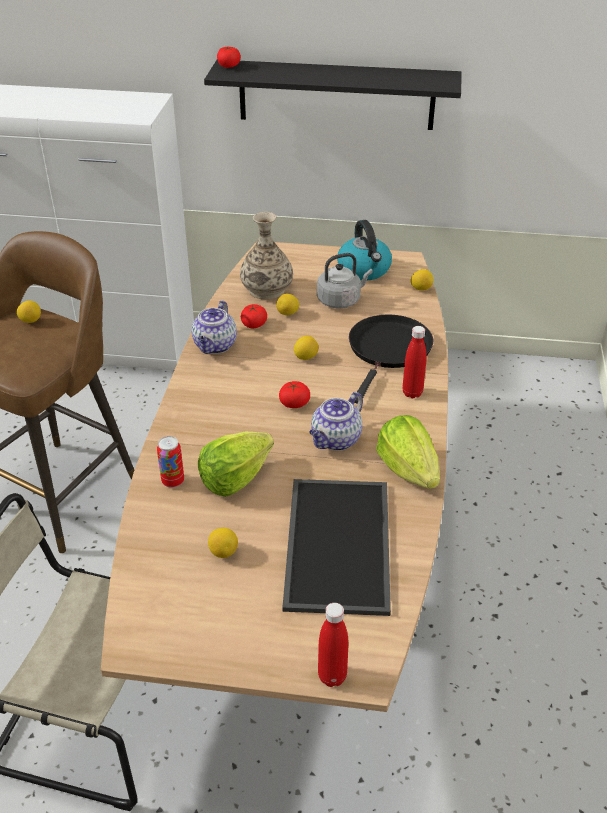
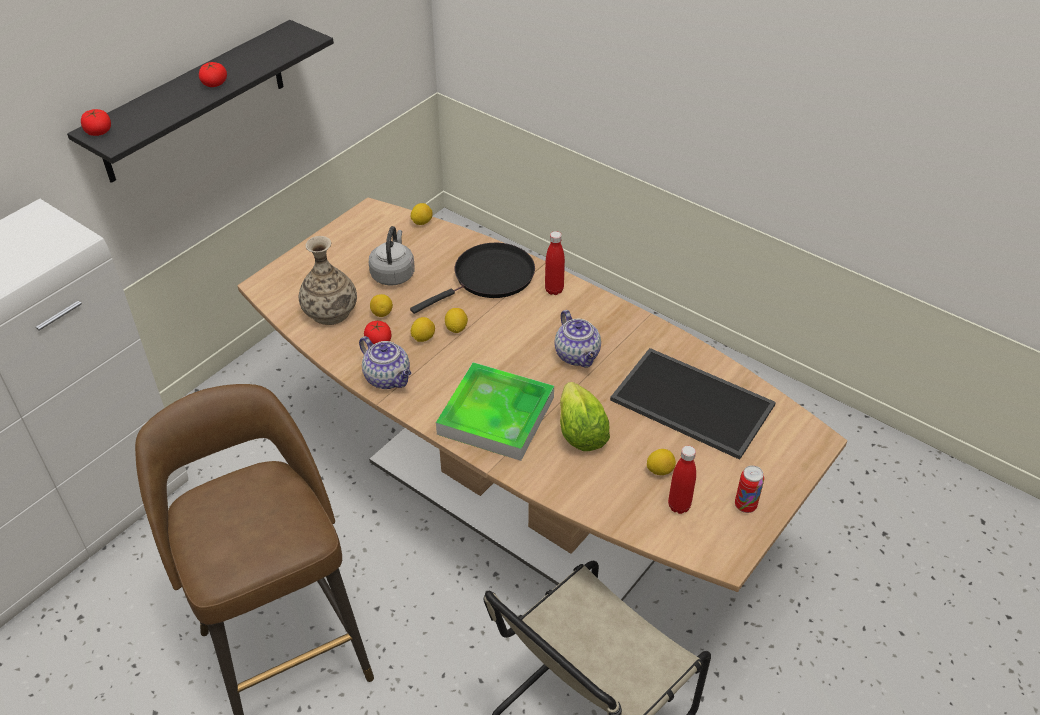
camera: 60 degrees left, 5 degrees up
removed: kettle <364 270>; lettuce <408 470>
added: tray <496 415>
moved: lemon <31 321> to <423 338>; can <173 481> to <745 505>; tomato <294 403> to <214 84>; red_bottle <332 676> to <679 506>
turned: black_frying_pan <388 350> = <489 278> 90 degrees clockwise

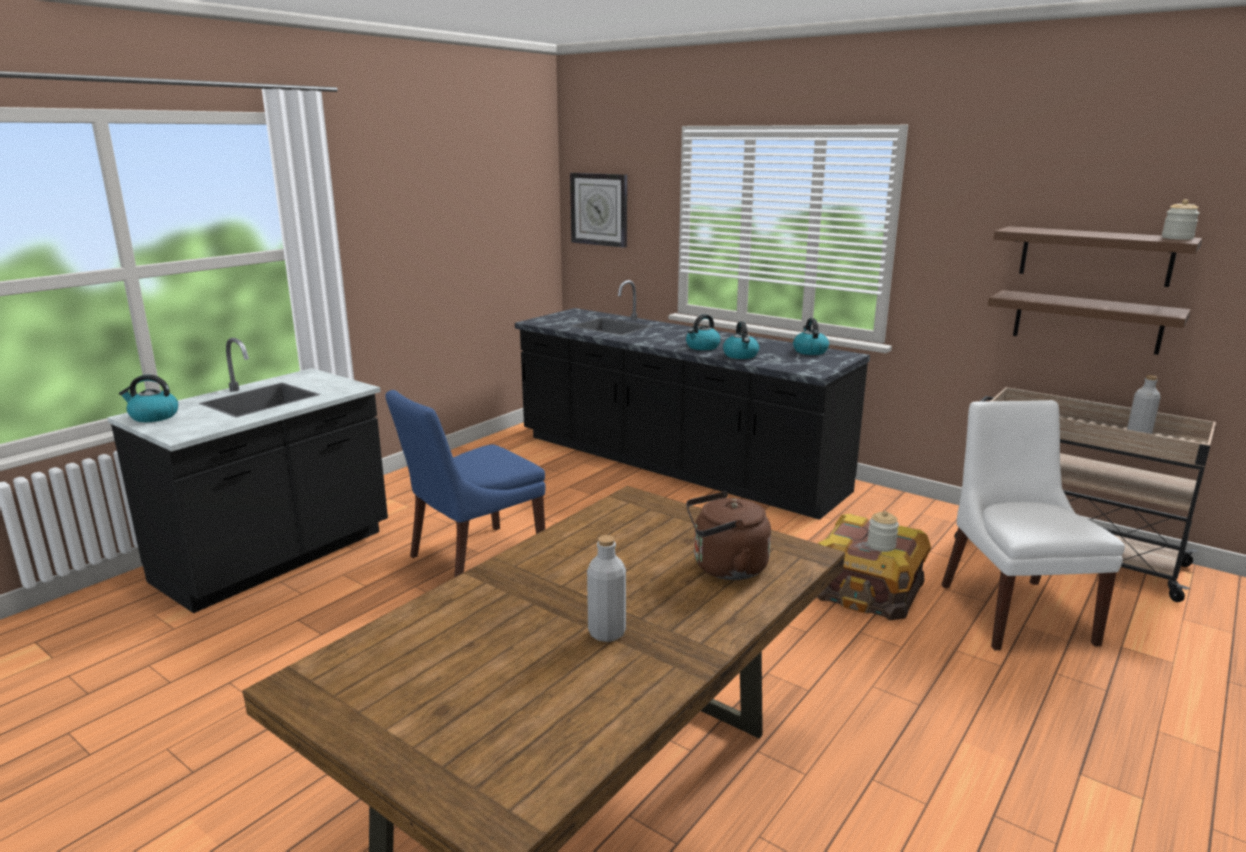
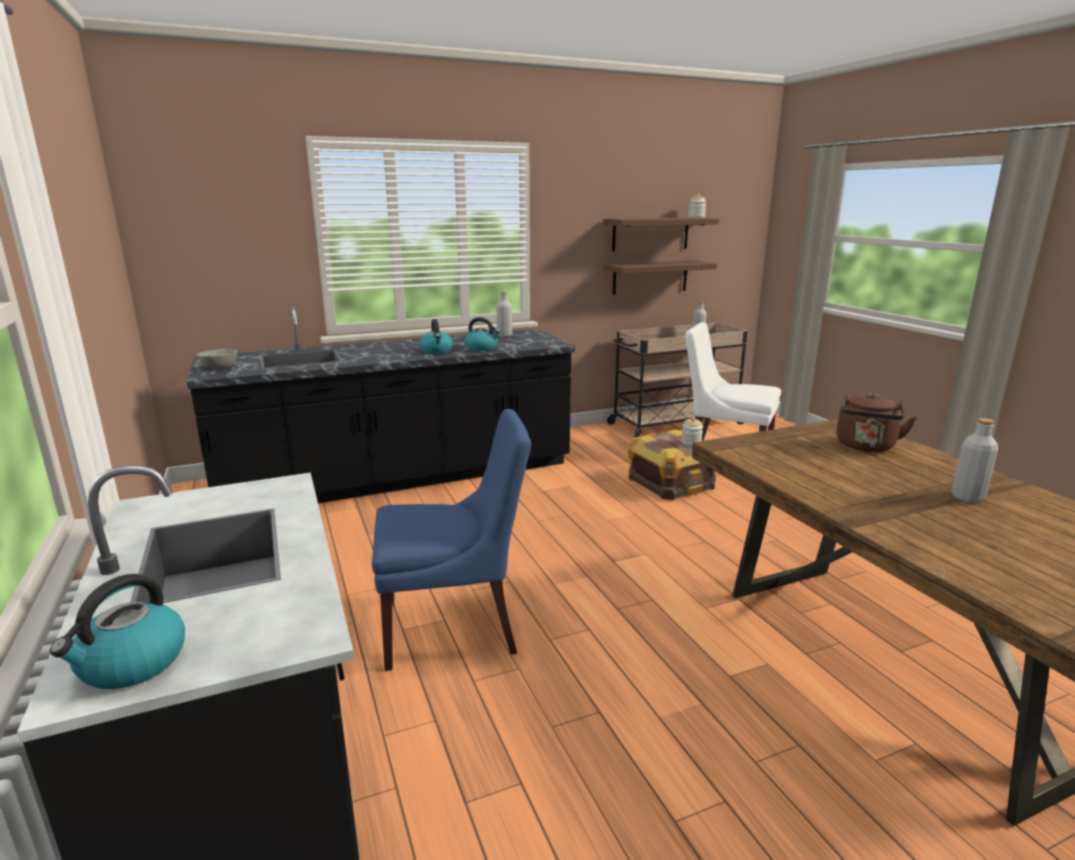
camera: 60 degrees left, 0 degrees up
removed: wall_clock <599 209>
added: grey_bowl <219 369>
replaced: kettle <809 351> to grey_bottle <504 335>
turned: blue_chair <473 559> = <455 626> 90 degrees counterclockwise

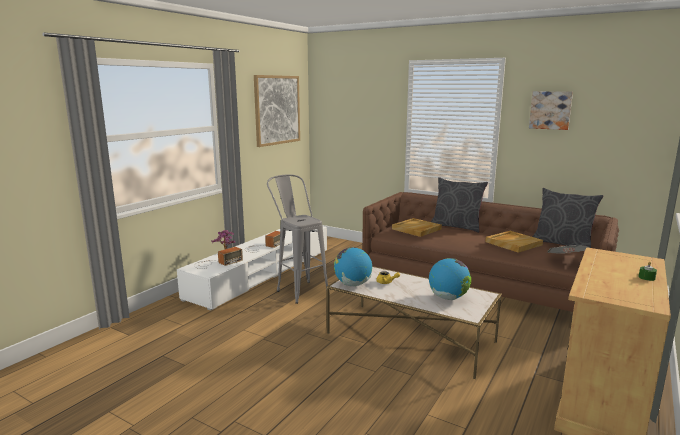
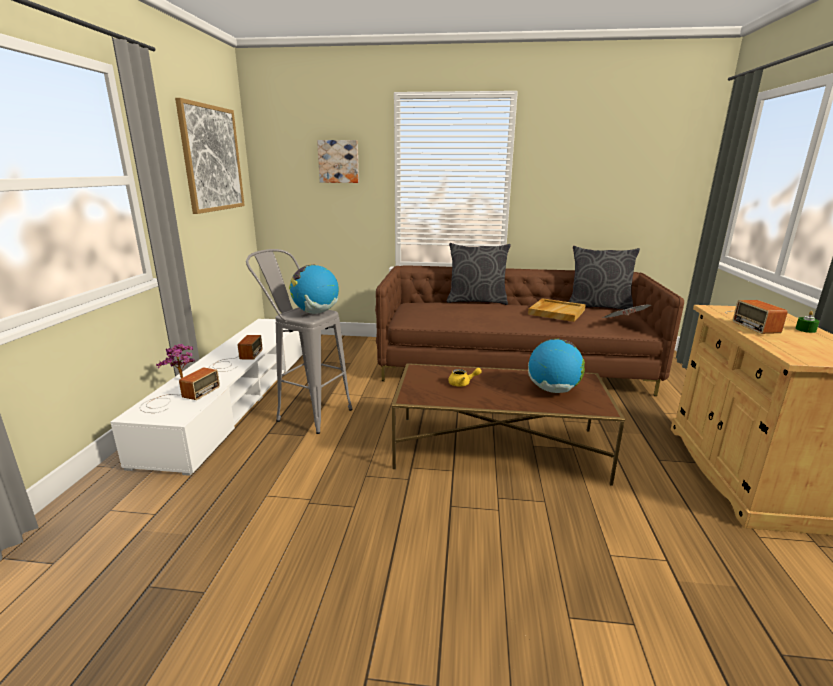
camera: 25 degrees left, 5 degrees up
removed: beige_tray <416 229>
added: radio <753 321>
moved: globe <353 284> to <316 312>; picture <550 110> to <339 161>
recoloured: white_coffee_table <410 337> to brown_coffee_table <498 448>

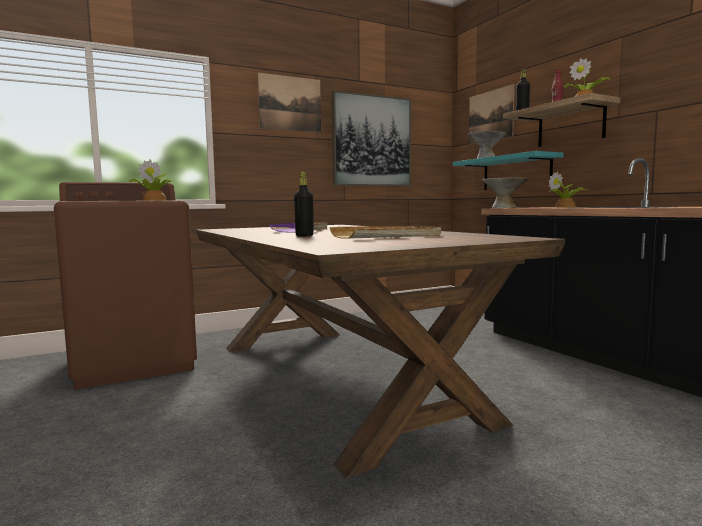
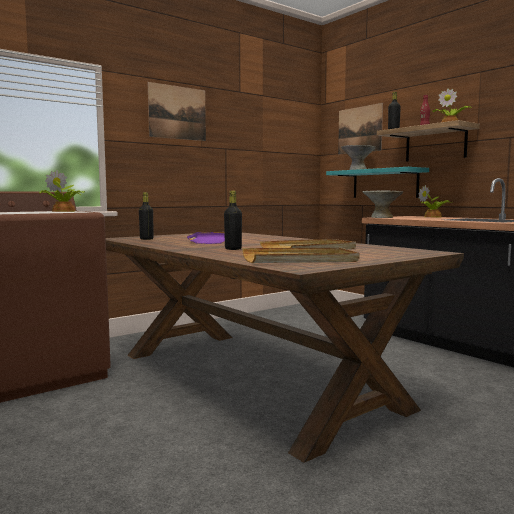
camera: 10 degrees left, 0 degrees up
removed: picture <372 141>
added: black_bottle <146 239>; beige_tray <300 260>

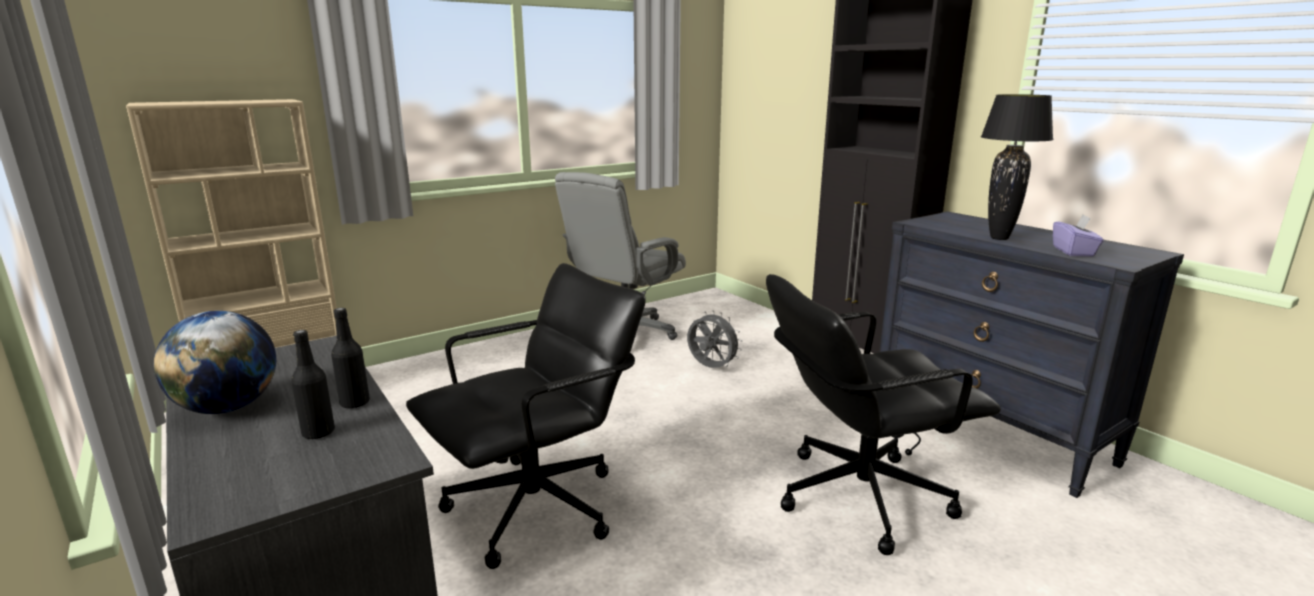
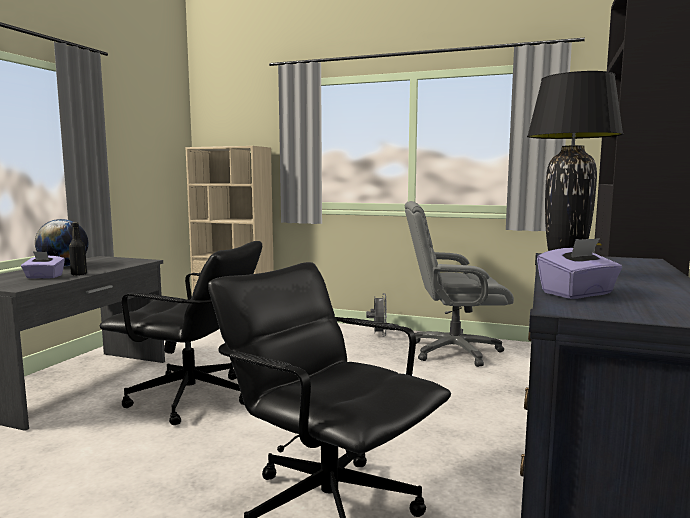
camera: 55 degrees right, 10 degrees down
moved: grey_fan <710 368> to <378 335>
replaced: black_bottle <318 433> to purple_tissue_box <44 277>

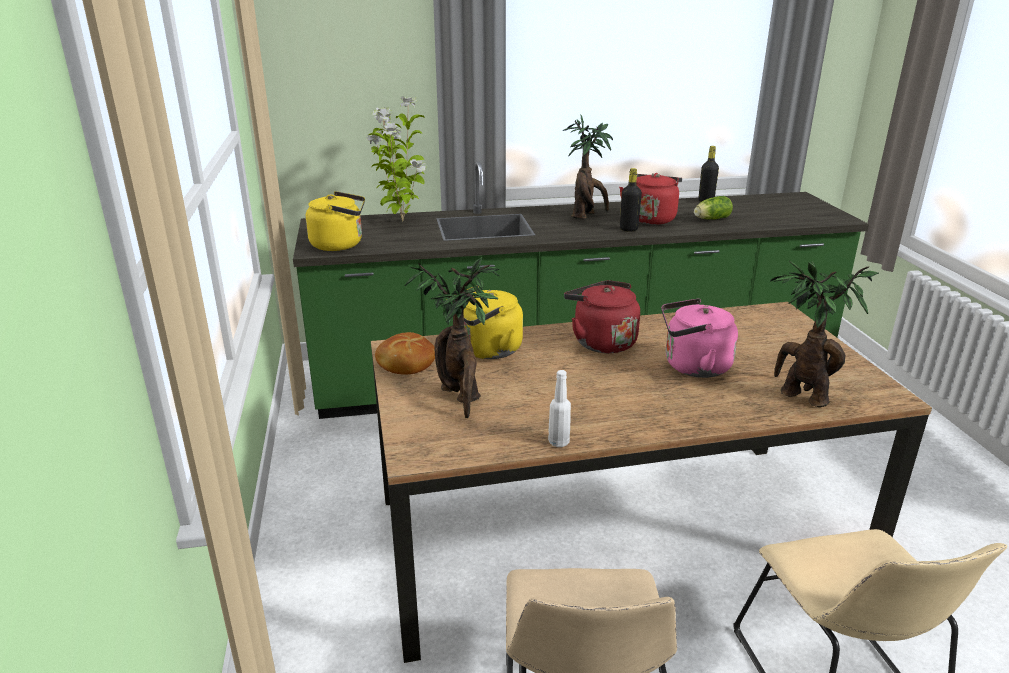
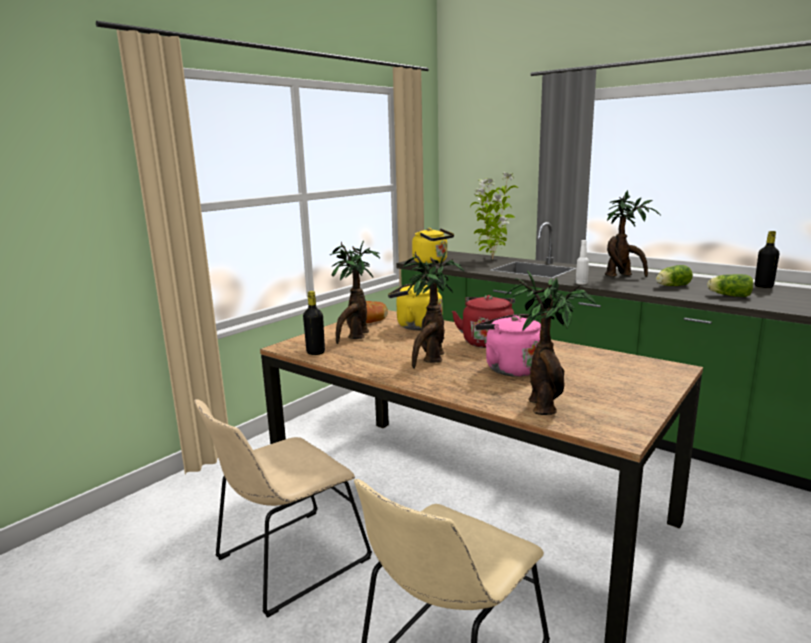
camera: 50 degrees right, 10 degrees down
added: potted_plant <430 360>
moved: white_bottle <559 442> to <581 283>; black_bottle <628 229> to <315 352>
replaced: red_kettle <651 218> to lettuce <671 286>

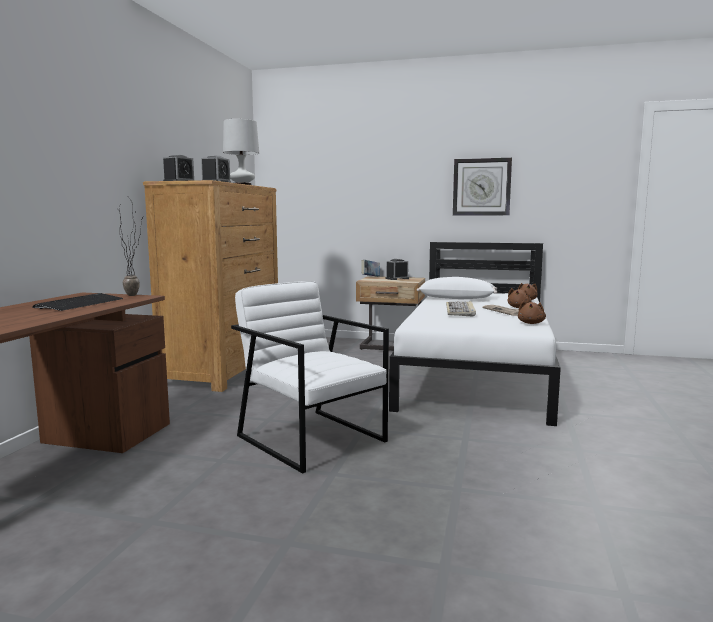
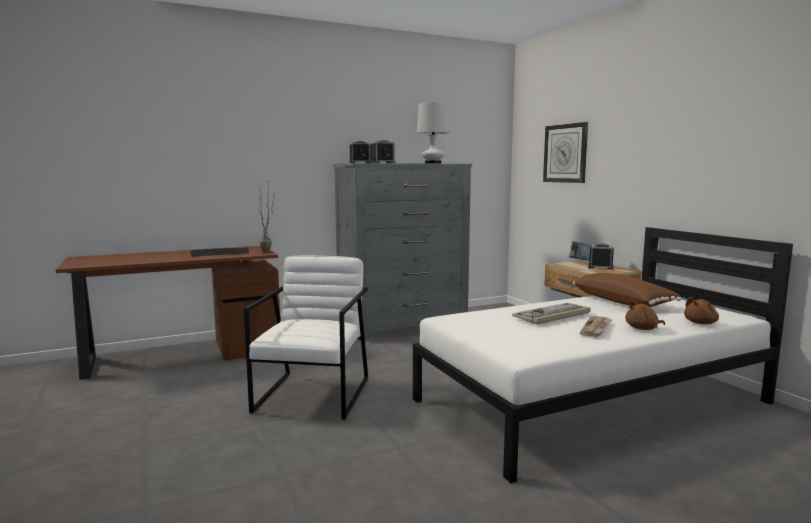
camera: 50 degrees right, 0 degrees up
removed: brown_plush_toy <531 323>
moved: wall_clock <481 187> to <565 153>
recoloured: brown_dresser <225 369> to grey_dresser <403 325>; white_pillow <457 298> to brown_pillow <623 302>

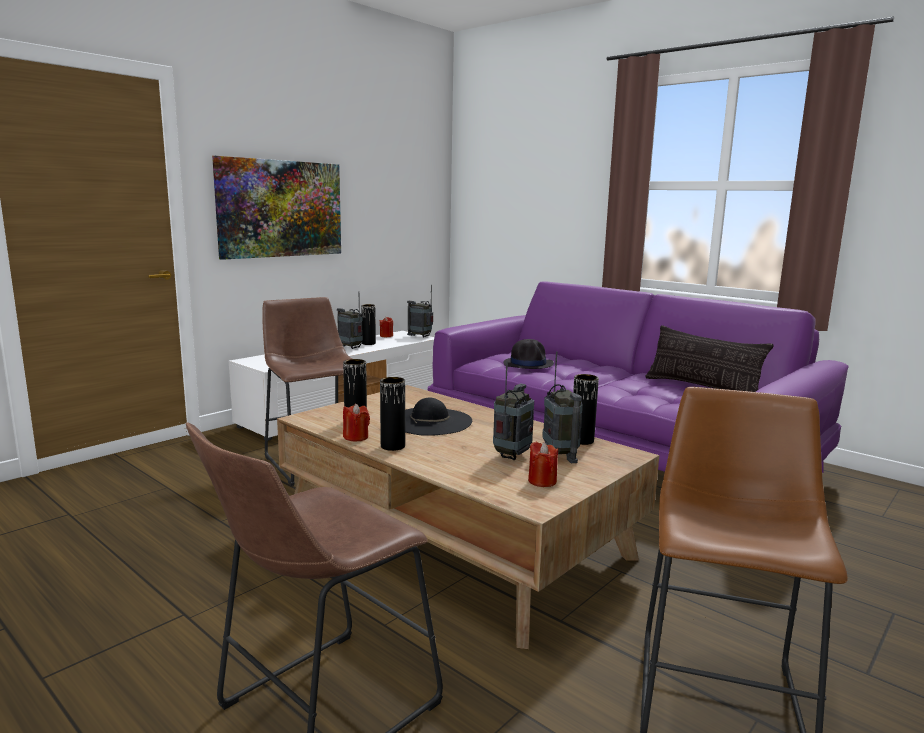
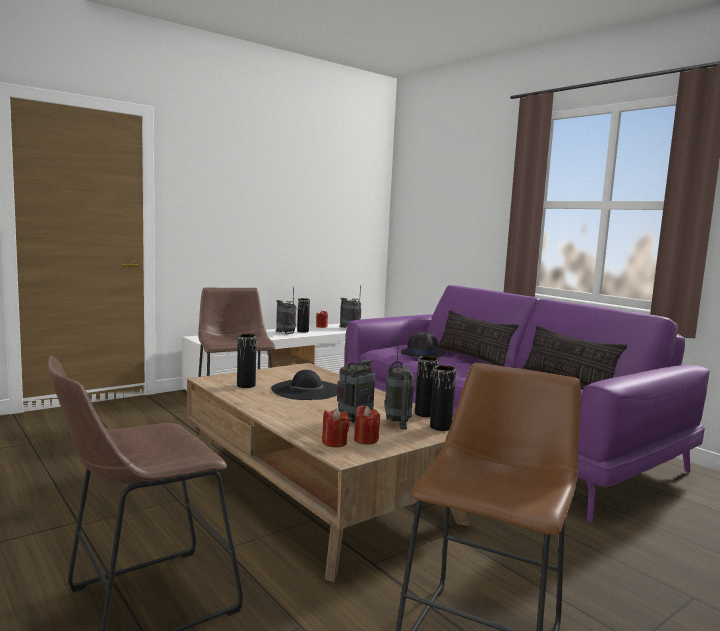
camera: 10 degrees right, 5 degrees down
removed: picture <281 209>
added: pillow <472 359>
moved: red_candle <356 437> to <334 443>; black_vase <392 446> to <440 427>

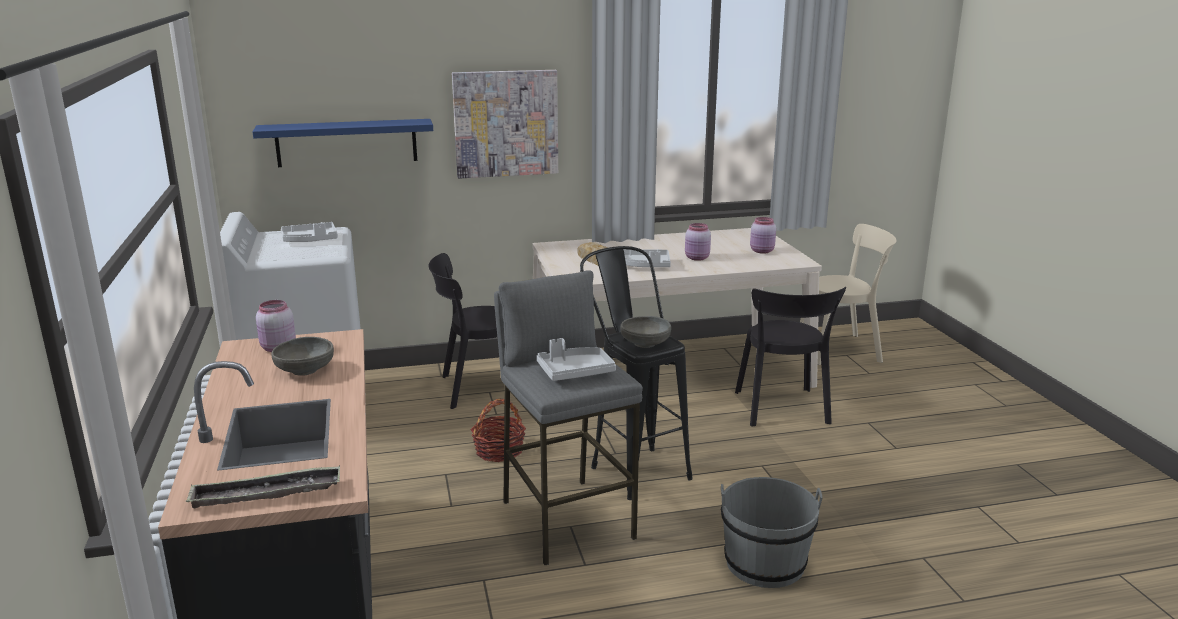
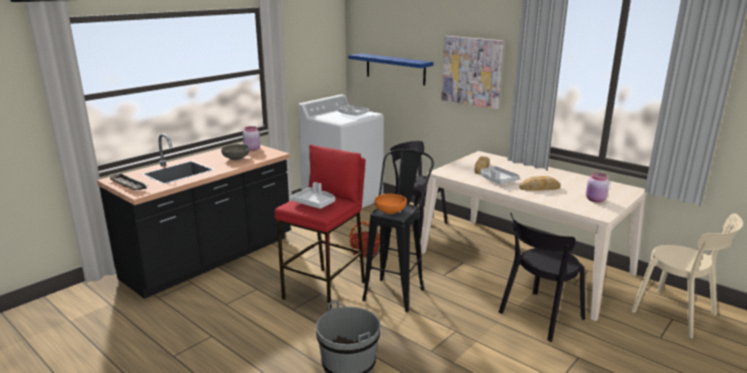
camera: 55 degrees right, 0 degrees up
replaced: pink_jar <697 258> to bread <539 188>
recoloured: grey_stool <567 519> to red_stool <326 290>; grey_bowl <645 343> to orange_bowl <390 211>

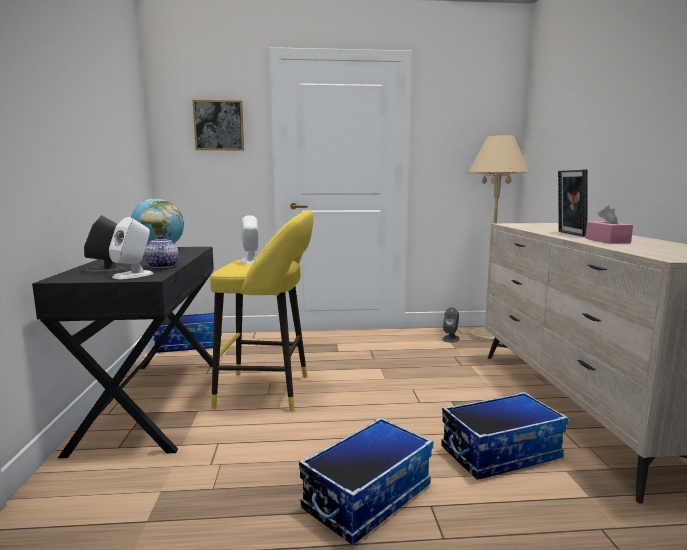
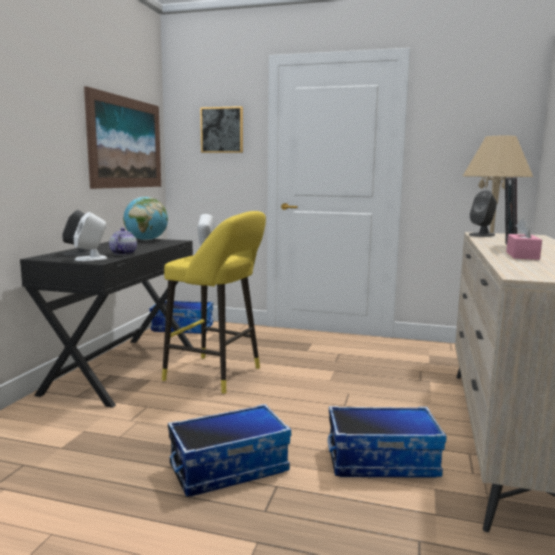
camera: 20 degrees right, 0 degrees up
added: picture <126 143>
moved: grey_speaker <450 339> to <482 235>

